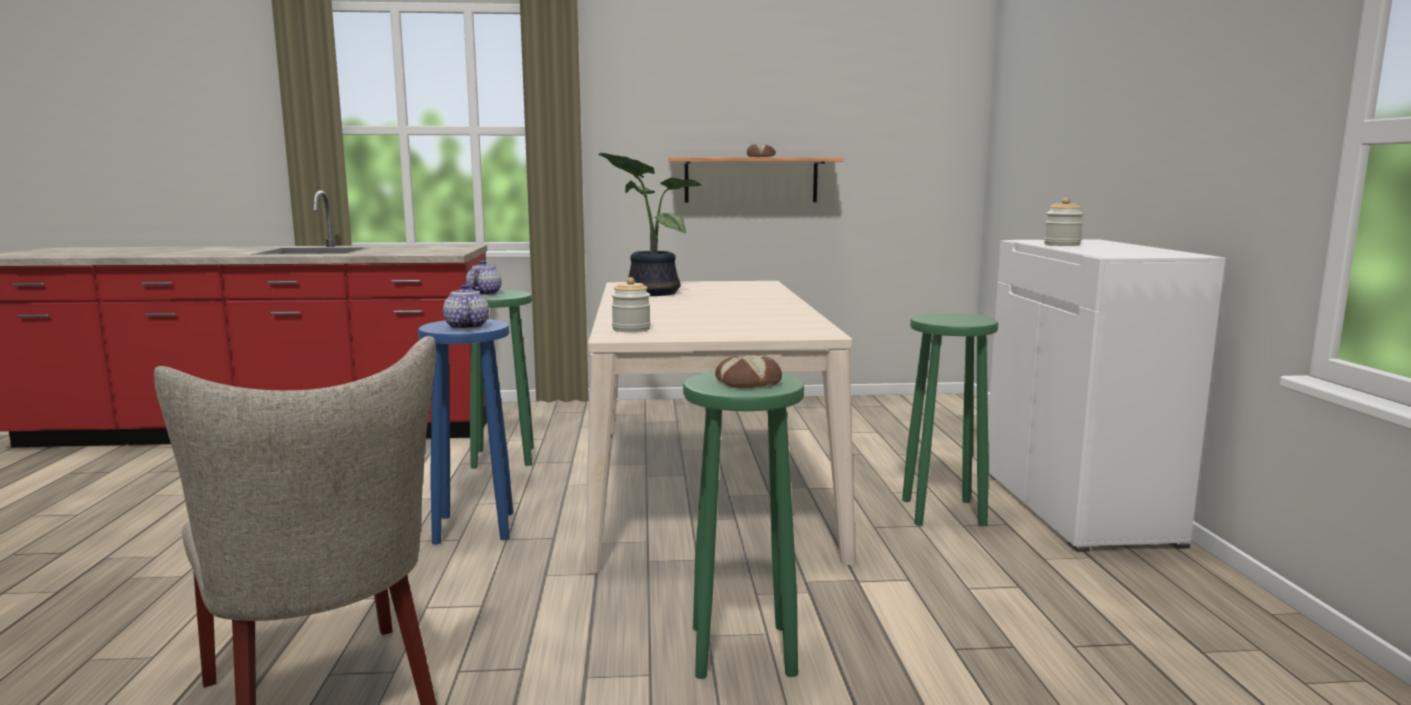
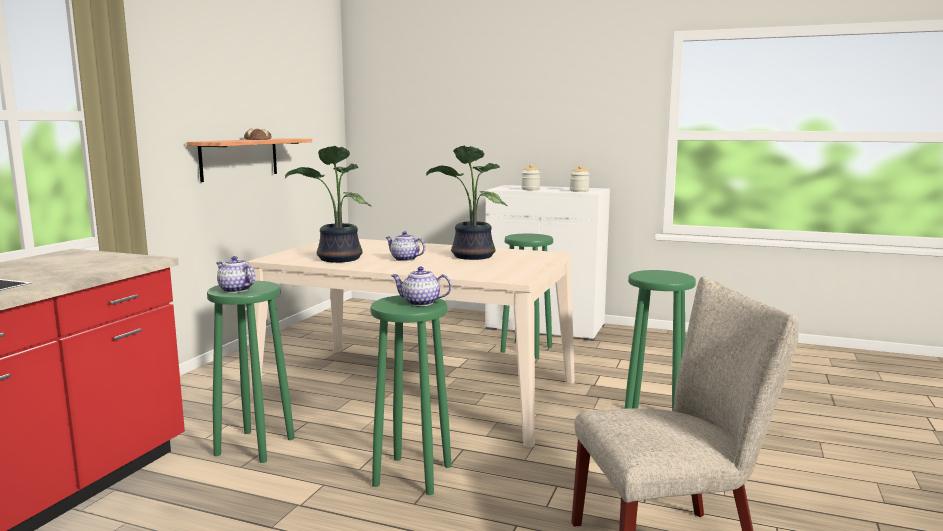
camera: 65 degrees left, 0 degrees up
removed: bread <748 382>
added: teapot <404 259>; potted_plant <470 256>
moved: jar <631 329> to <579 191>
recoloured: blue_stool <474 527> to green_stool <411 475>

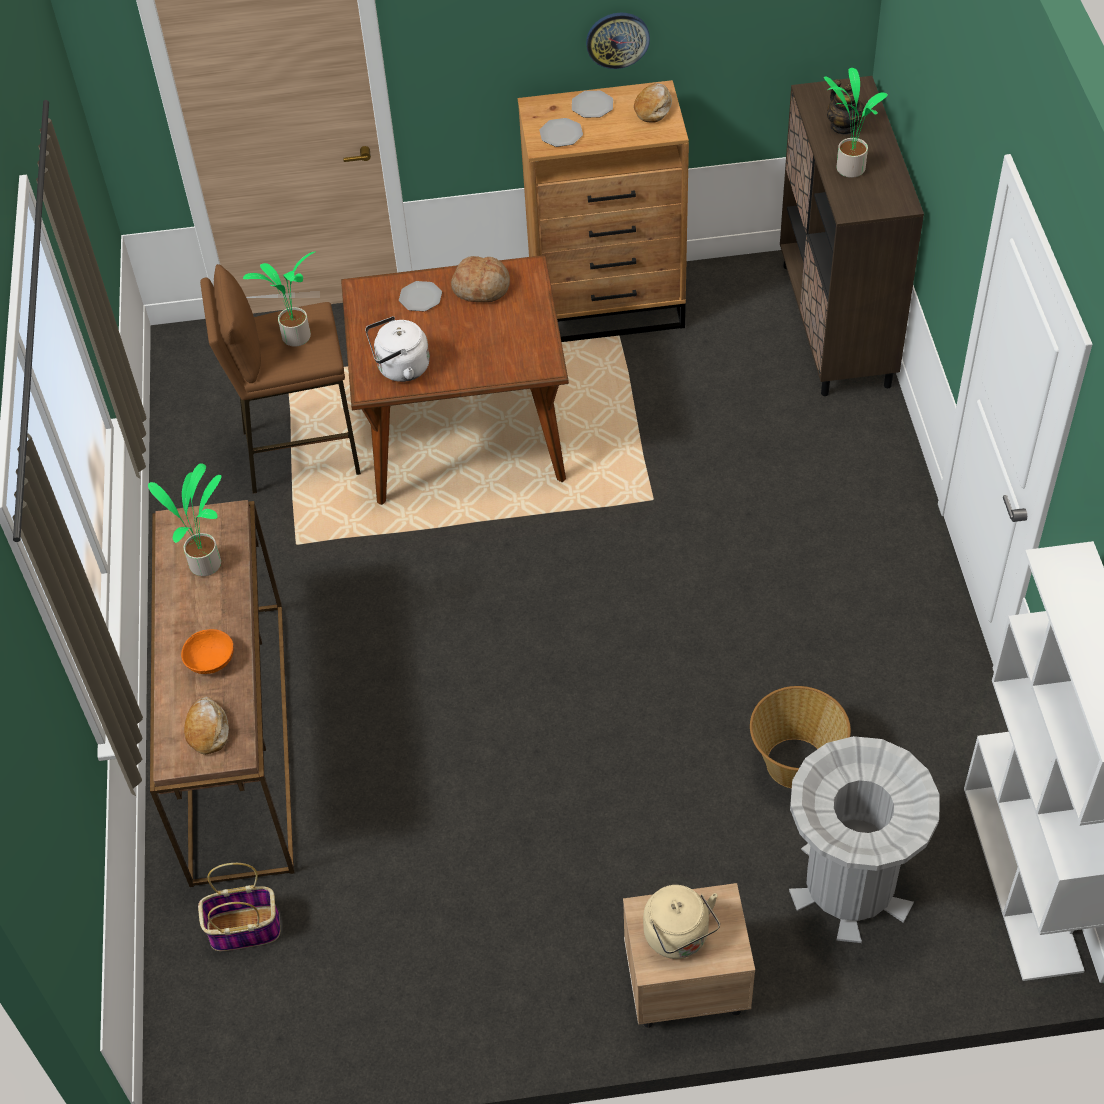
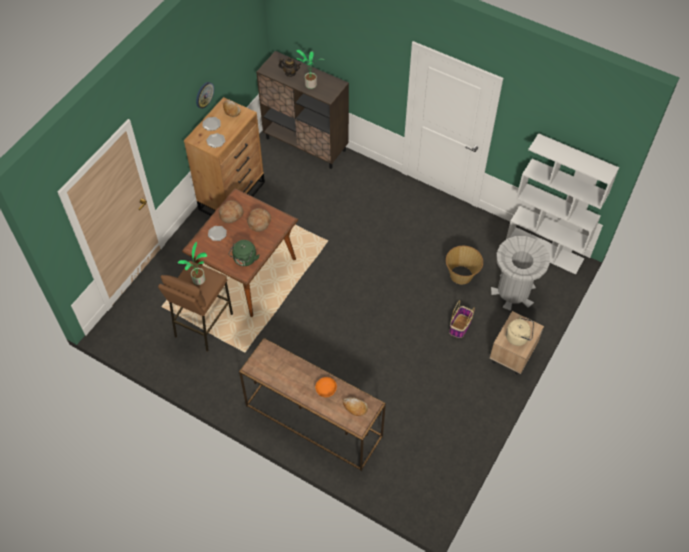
camera: 55 degrees left, 5 degrees up
removed: potted_plant <208 564>
added: bread <259 222>
moved: basket <243 930> to <460 326>
recoloured: white_kettle <400 368> to green_kettle <244 260>

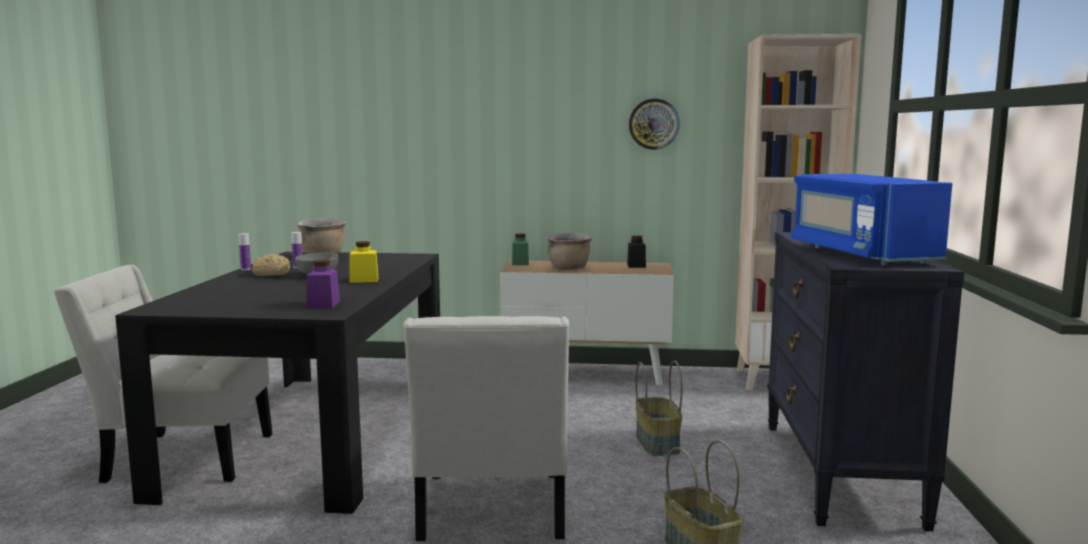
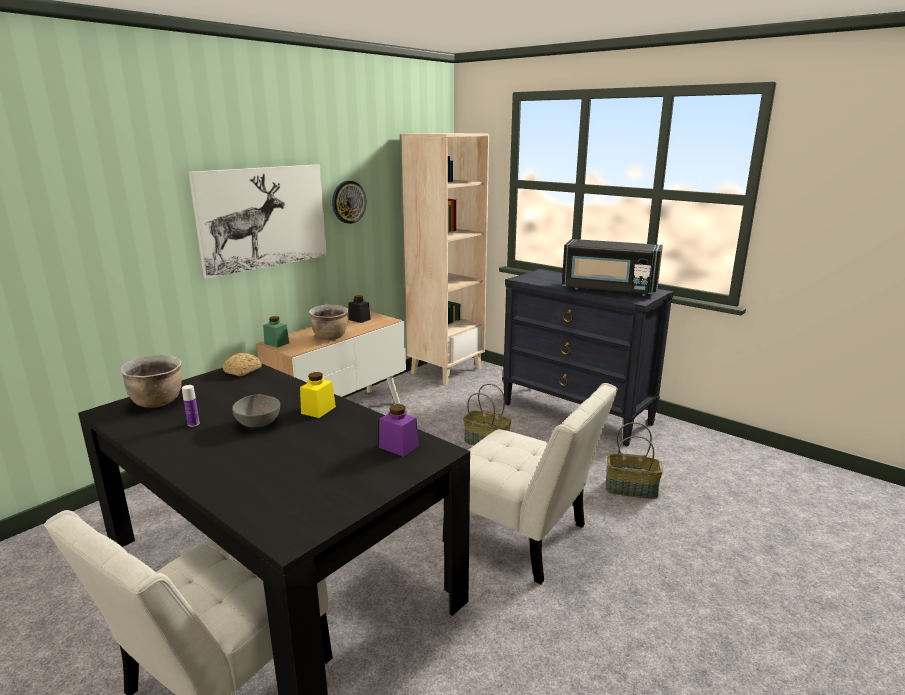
camera: 55 degrees left, 10 degrees up
removed: bottle <245 269>
added: picture <263 218>
moved: bread <270 274> to <241 371>
recoloured: blue_microwave <860 254> to black_microwave <608 290>

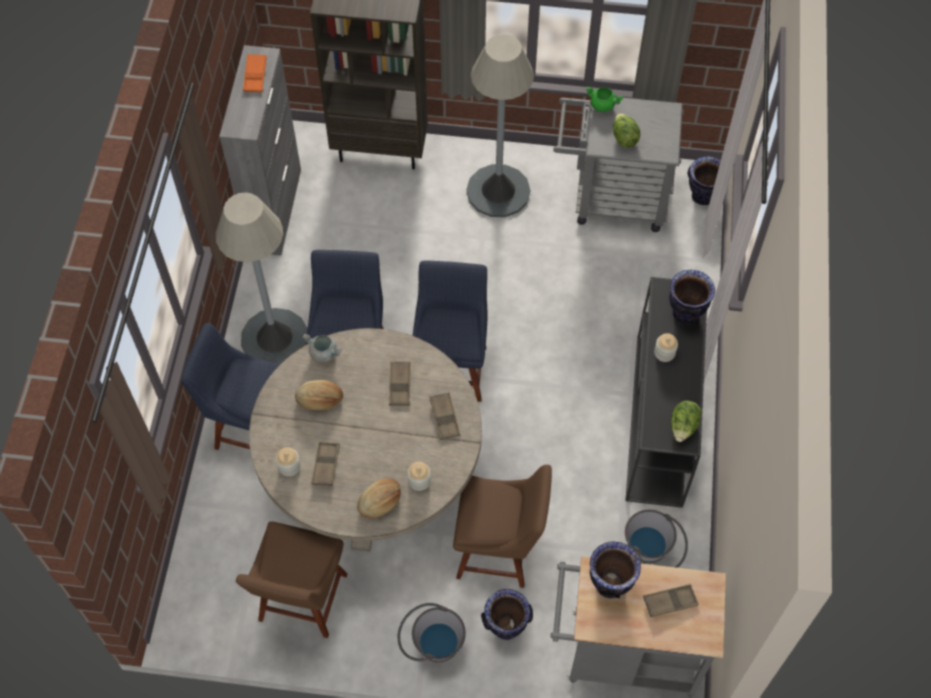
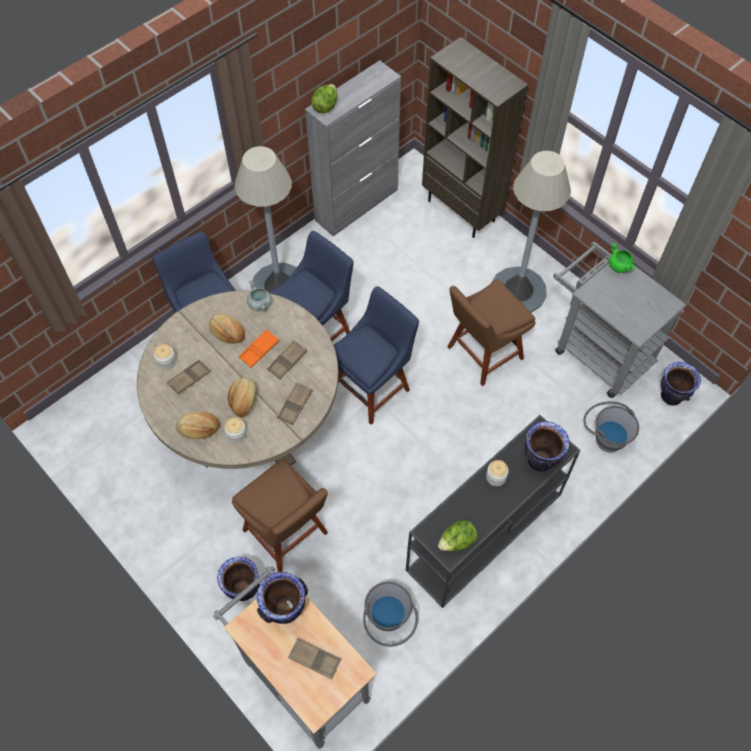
camera: 40 degrees right, 0 degrees up
added: bread <244 400>
moved: brown_chair <301 602> to <482 354>; orange_tray <255 75> to <259 350>; grey_bucket <431 645> to <604 435>; lettuce <624 138> to <325 106>

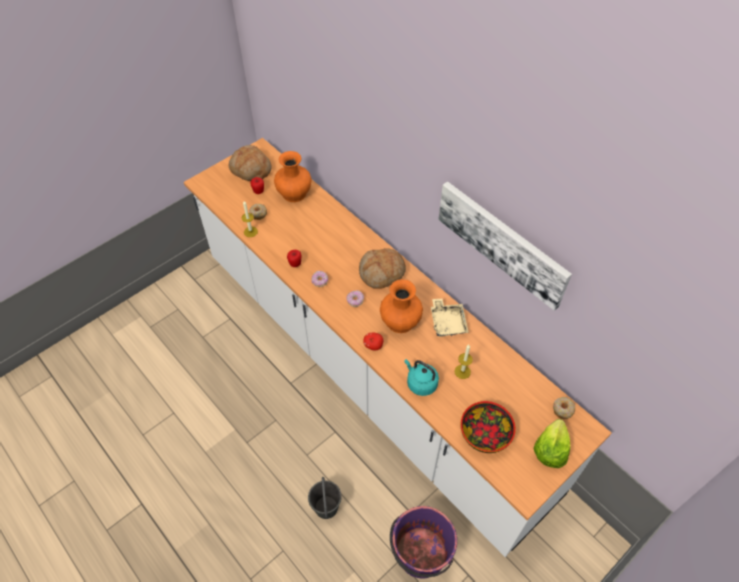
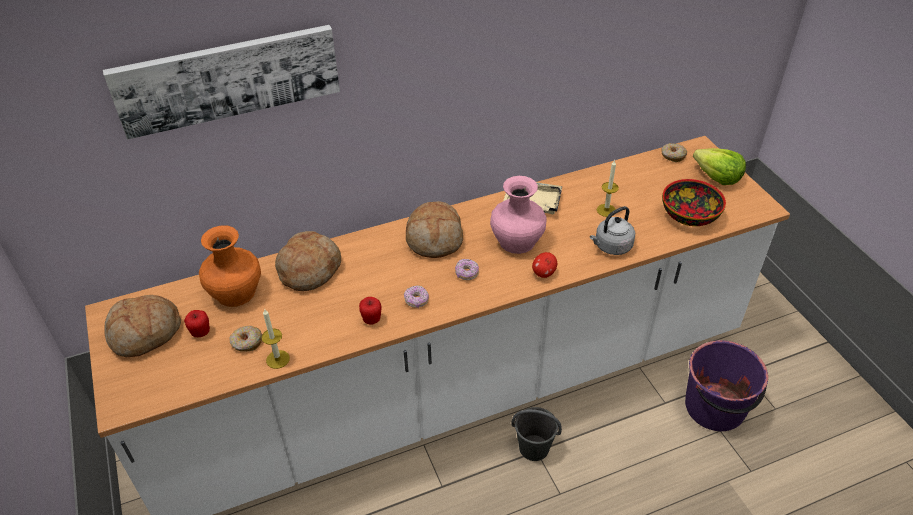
camera: 70 degrees left, 10 degrees down
added: bread <309 269>
moved: grey_bucket <326 507> to <533 448>; picture <502 242> to <228 78>
recoloured: orange_vase <400 321> to pink_vase <516 241>; turquoise_kettle <420 383> to grey_kettle <611 247>

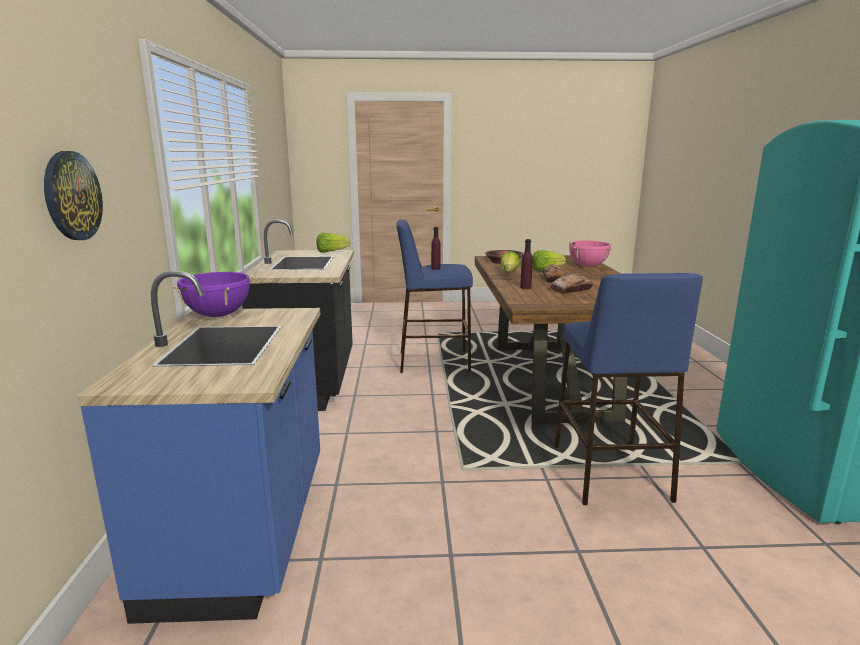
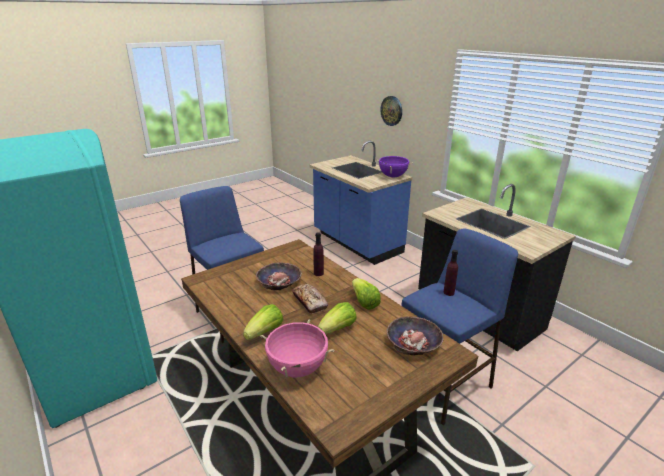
camera: 145 degrees right, 10 degrees up
moved: lettuce <331 252> to <265 332>
replaced: bread <571 290> to bowl <279 282>

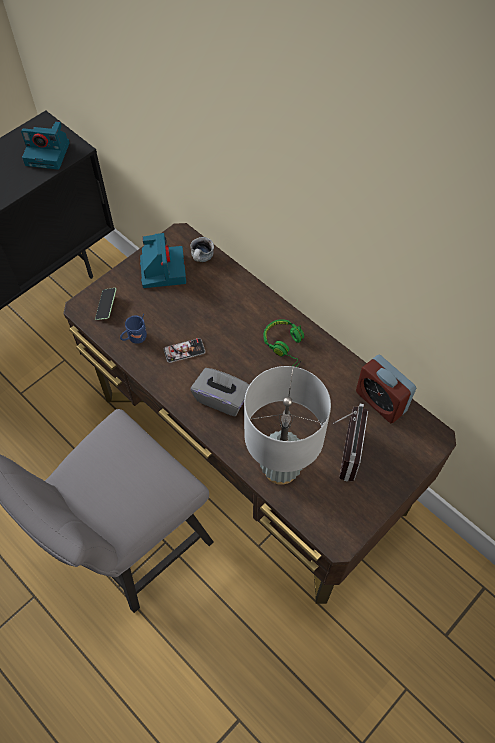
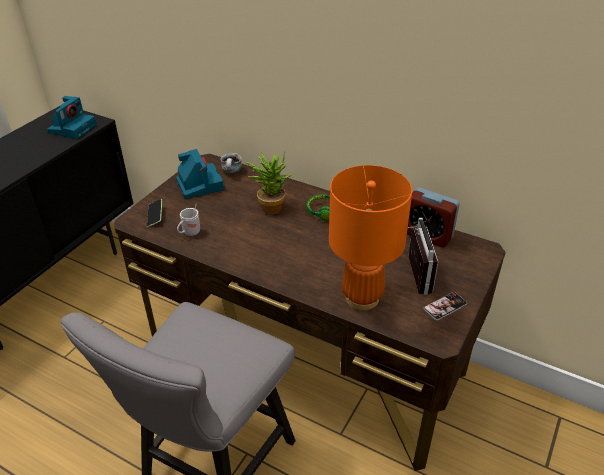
camera: 15 degrees left, 20 degrees down
removed: grey_tissue_box <222 399>
added: potted_plant <270 206>
moved: phone <184 351> to <445 306>
recoloured: blue_mug <135 338> to white_mug <189 233>; grey_table_lamp <281 468> to orange_table_lamp <362 297>
turned: photo_camera <48 153> = <72 128> 60 degrees counterclockwise

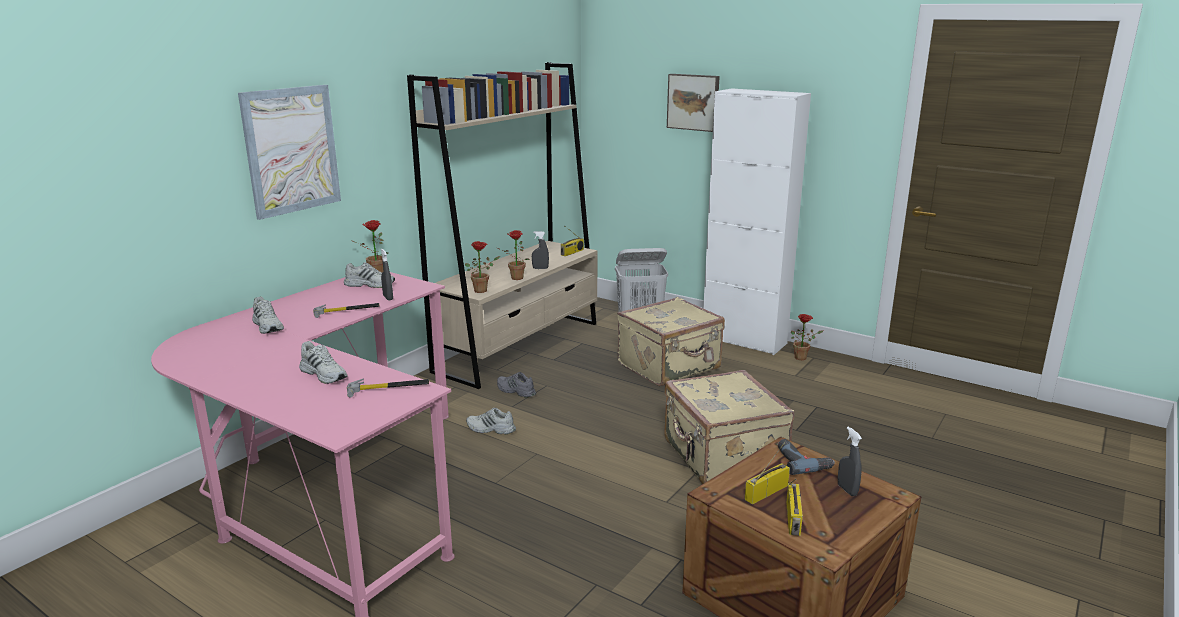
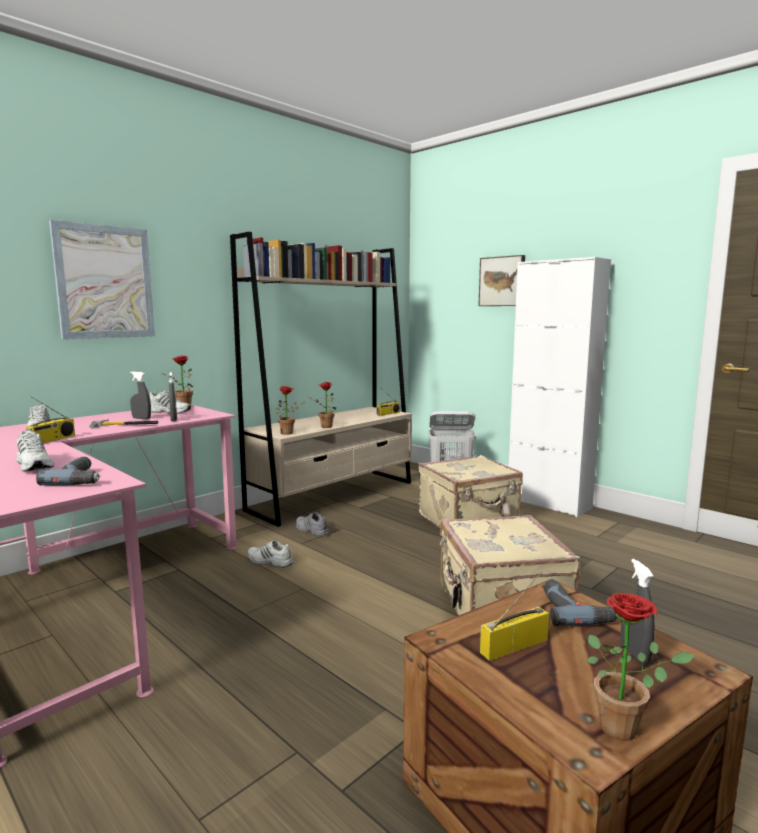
camera: 10 degrees right, 10 degrees down
moved: grey_spray_bottle <540 268> to <141 418>; radio <794 519> to <52 440>; potted_plant <803 357> to <626 728>
replaced: hammer <388 387> to power_drill <81 478>

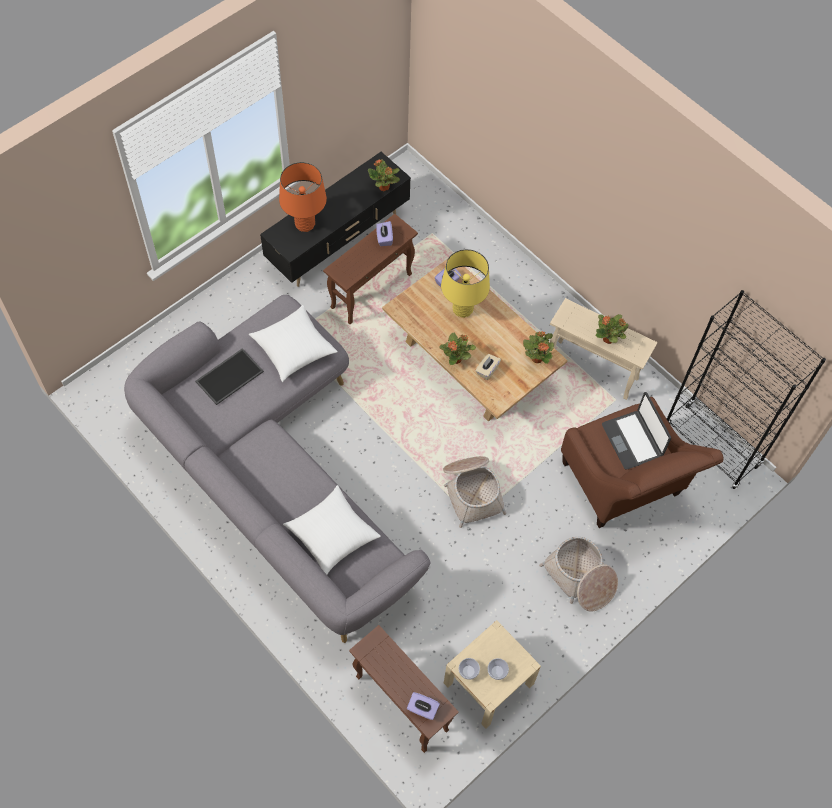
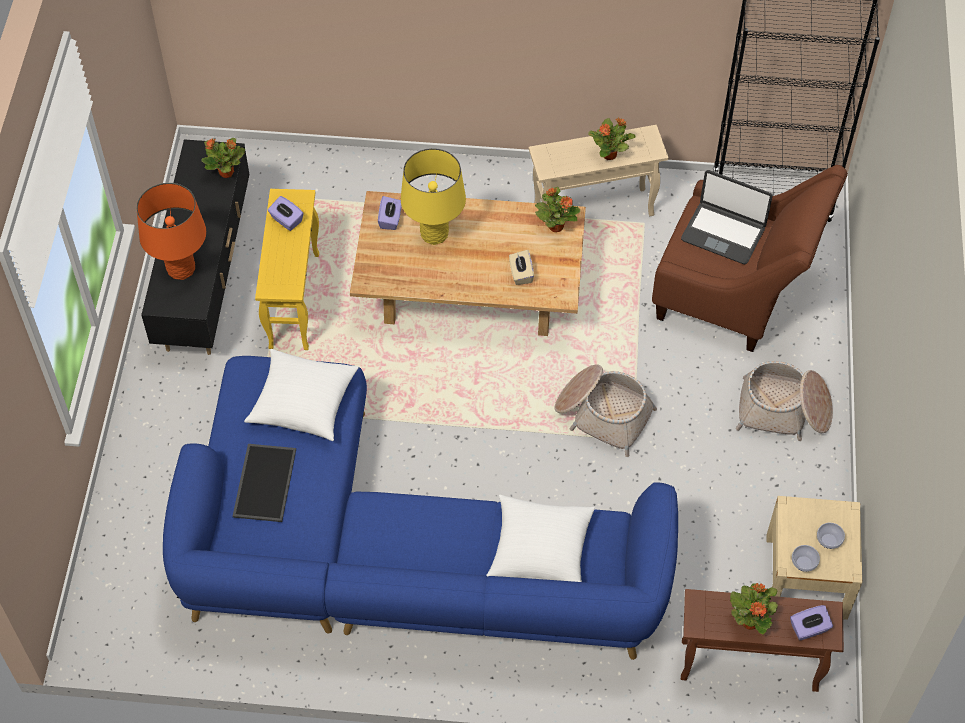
camera: 40 degrees left, 5 degrees down
moved: potted_plant <456 359> to <750 621>
recoloured: grey_sofa <276 475> to blue_sofa <392 558>; brown_side_table <371 291> to yellow_side_table <294 300>

